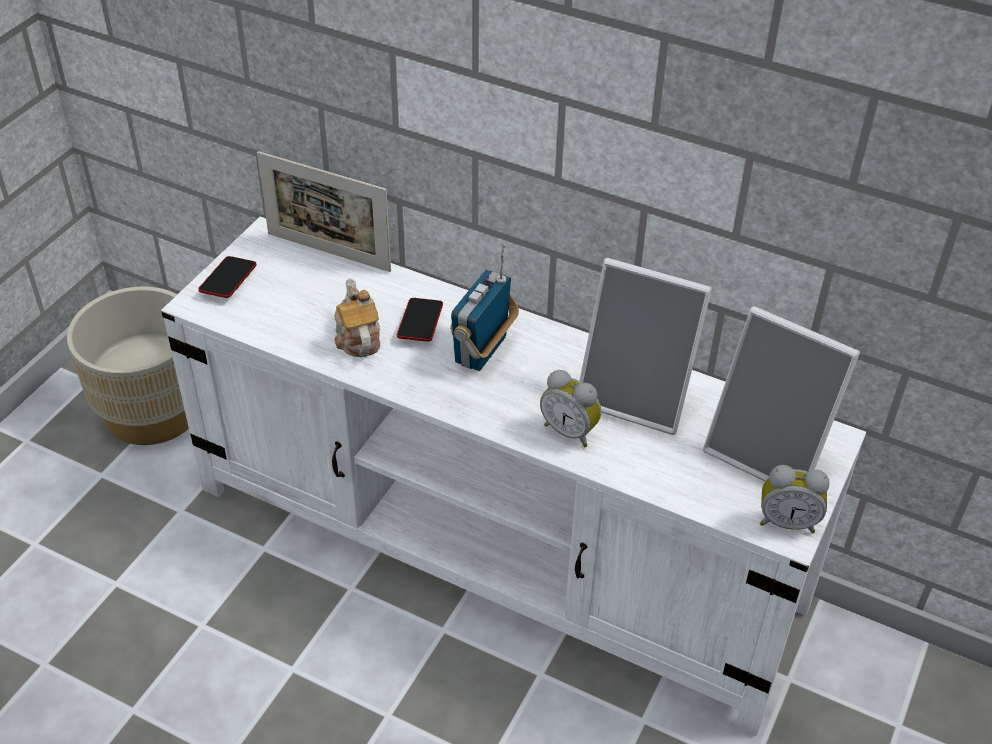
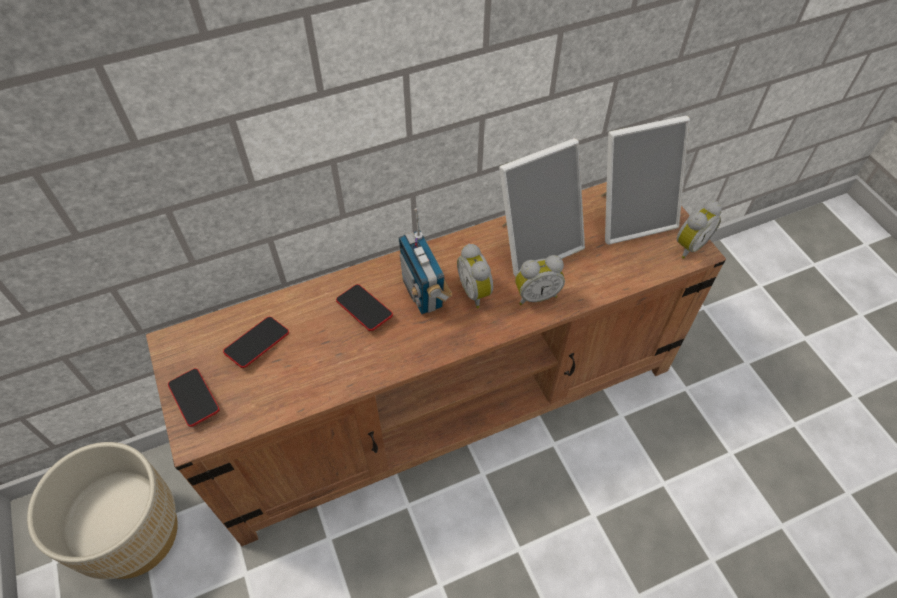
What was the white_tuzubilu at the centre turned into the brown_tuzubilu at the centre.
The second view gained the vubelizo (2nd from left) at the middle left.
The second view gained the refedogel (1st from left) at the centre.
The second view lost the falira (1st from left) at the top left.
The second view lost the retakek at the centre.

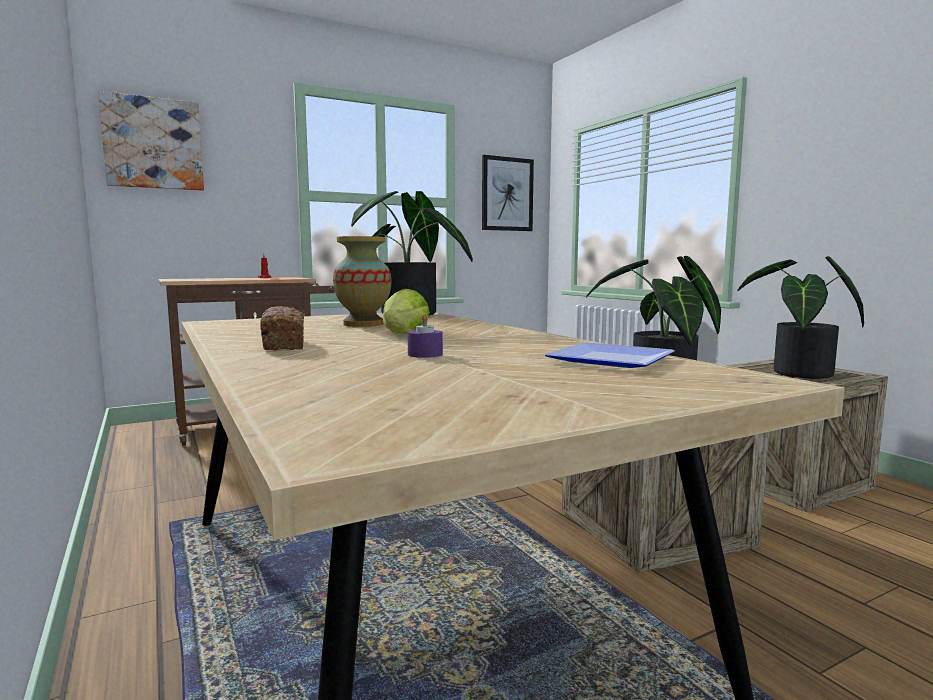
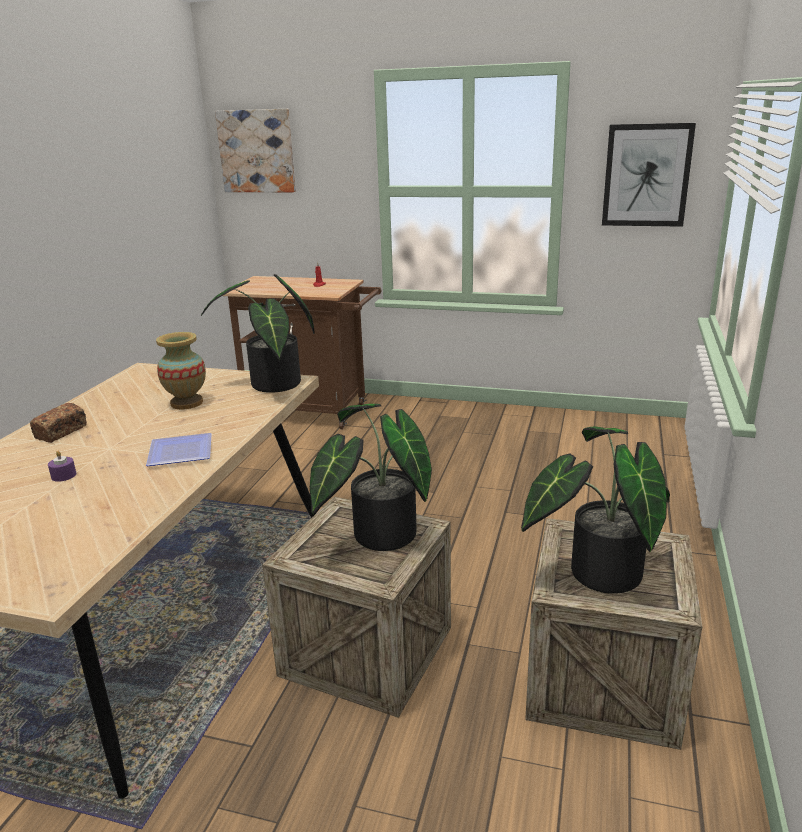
The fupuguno ended up elsewhere, having gone from the centre to the middle left.
The second view lost the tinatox at the centre.

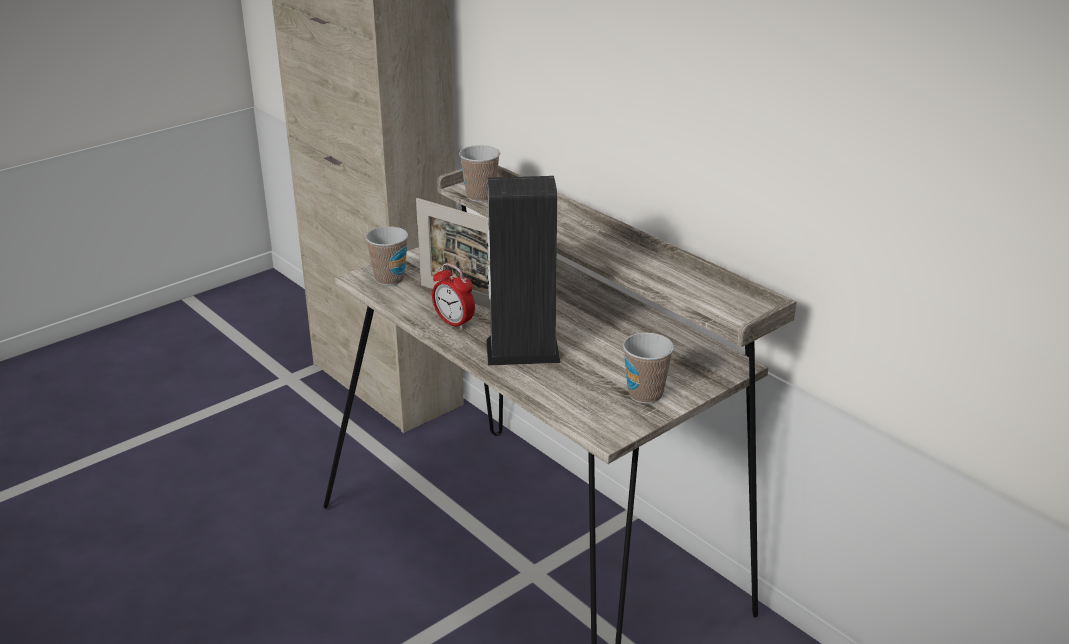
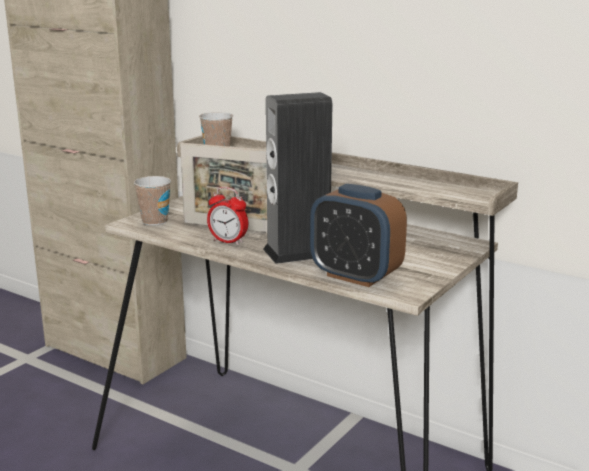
The second view gained the refedogel (2nd from left) at the centre.
The second view lost the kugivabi (3rd from left) at the centre.

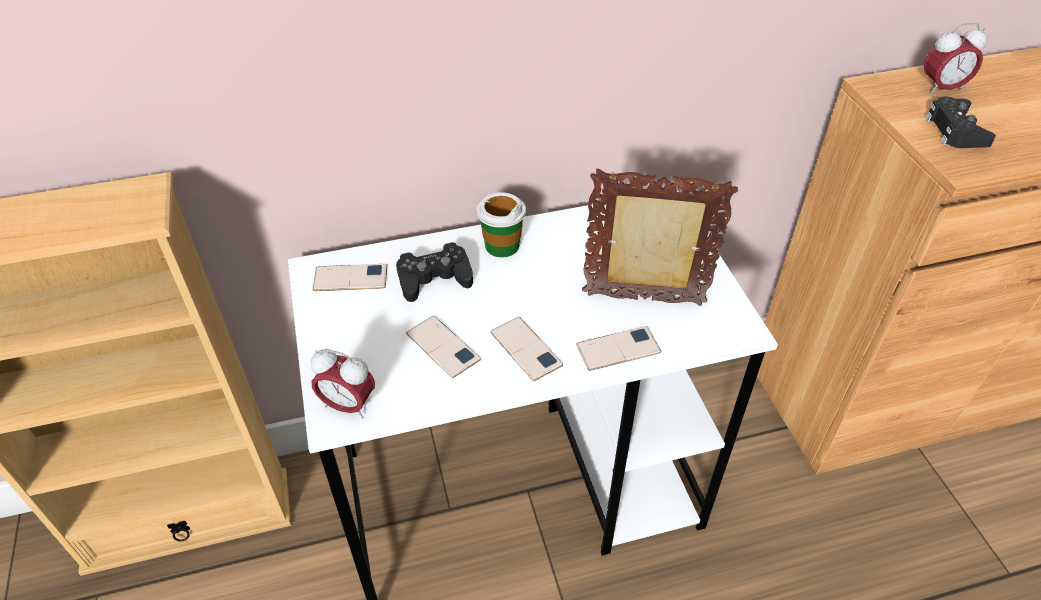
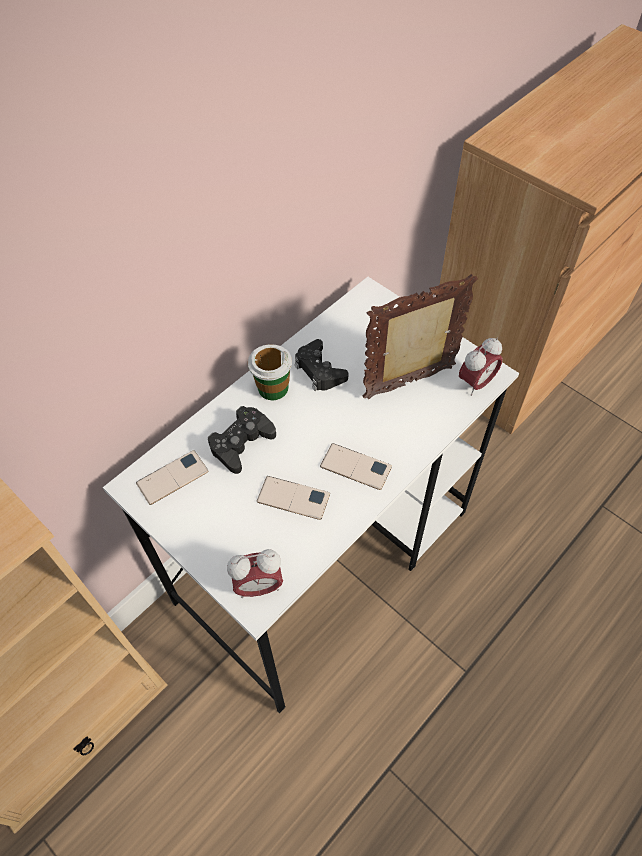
The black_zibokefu (2nd from left) ended up elsewhere, having gone from the top right to the centre.
The refedogel (2nd from left) ended up elsewhere, having gone from the top right to the middle right.
The second view lost the vubelizo (4th from left) at the centre.

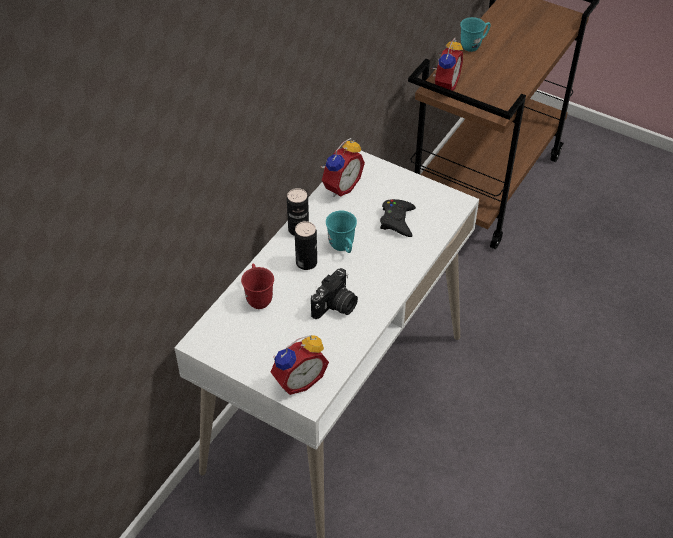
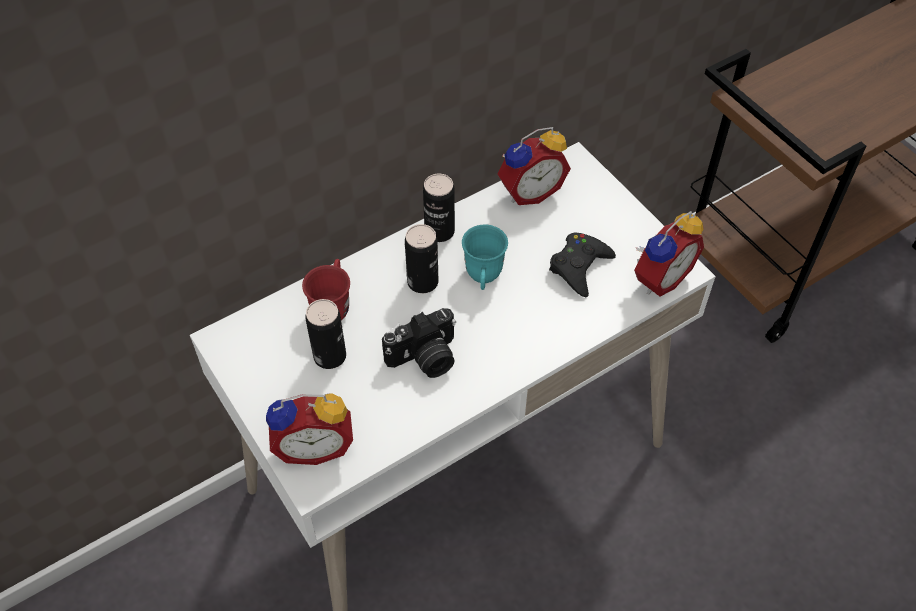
The second view gained the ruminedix (1st from left) at the centre.
The refedogel (3rd from left) ended up elsewhere, having gone from the top centre to the middle right.
The second view lost the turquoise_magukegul (2nd from left) at the top right.

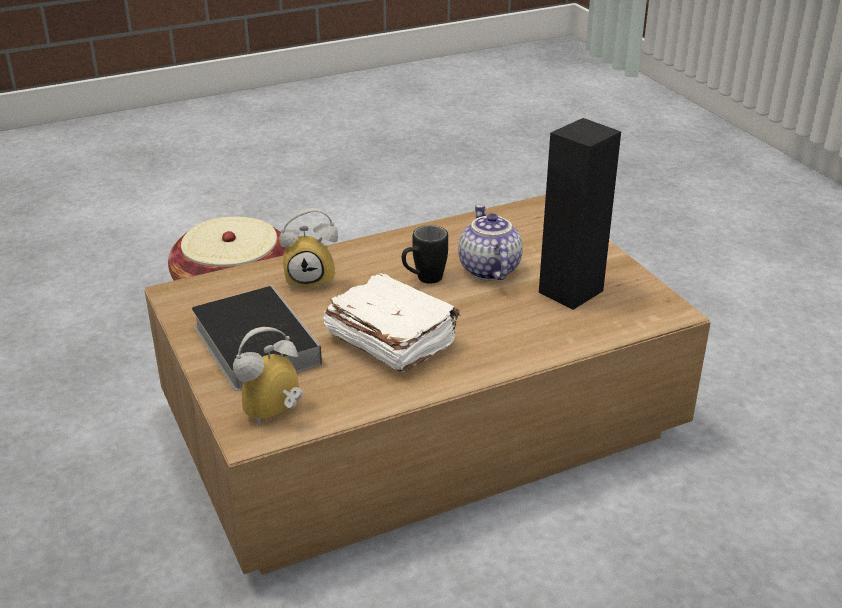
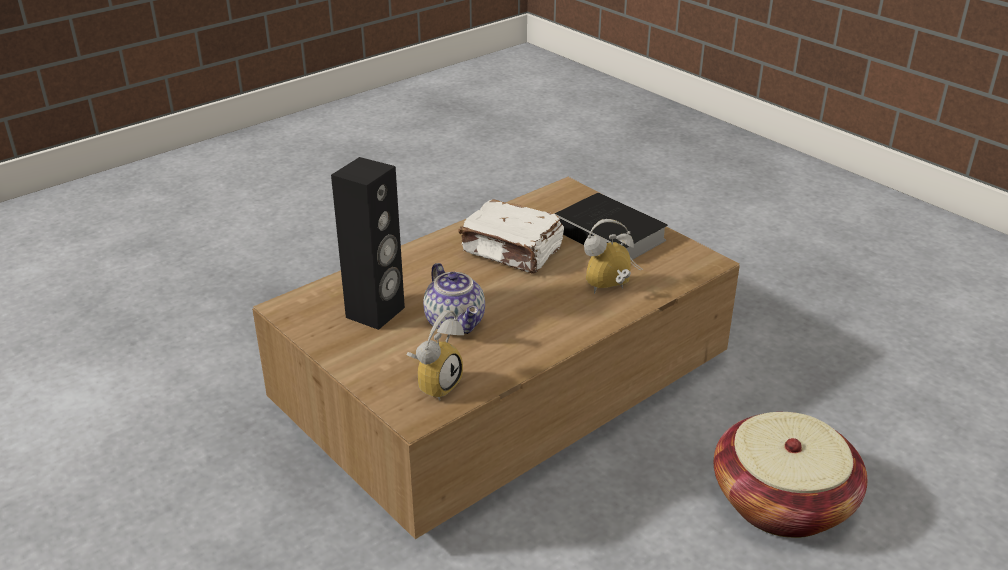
The refedogel (1st from left) ended up elsewhere, having gone from the middle left to the centre.
The second view lost the black_magukegul at the centre.

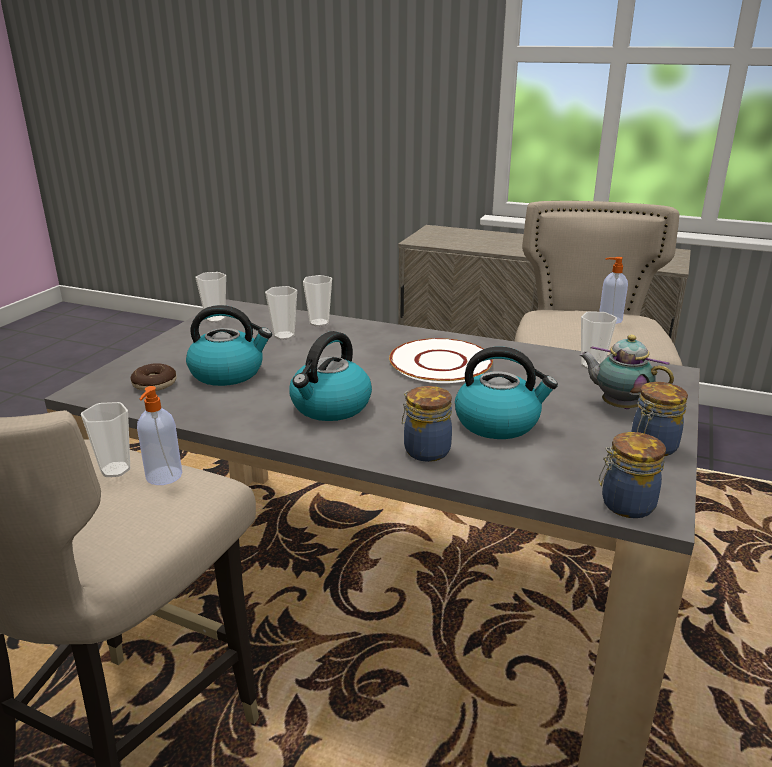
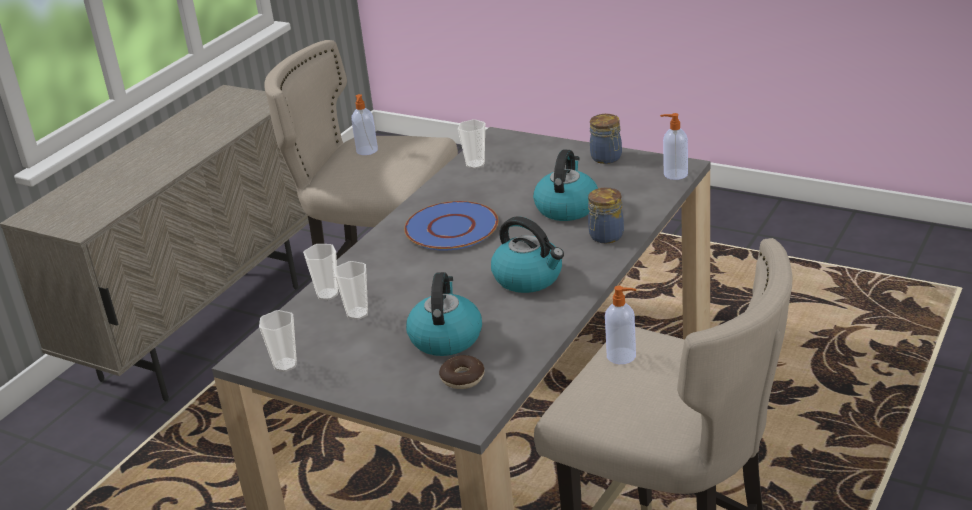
What was the white_fupuguno at the centre turned into the blue_fupuguno at the centre.
Where the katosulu (2nd from left) stood at the middle right, the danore (3rd from left) came to stand at the top right.
The second view lost the kugivabi (1st from left) at the middle left.
The second view lost the retakek at the middle right.

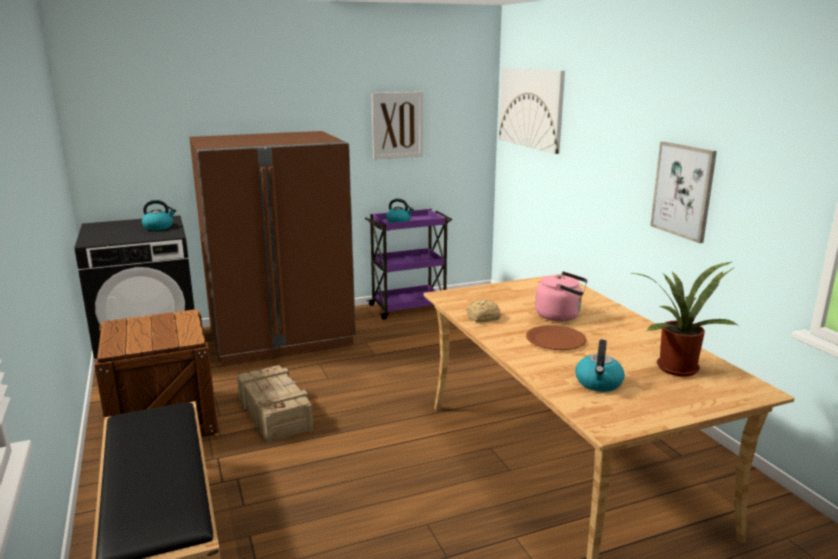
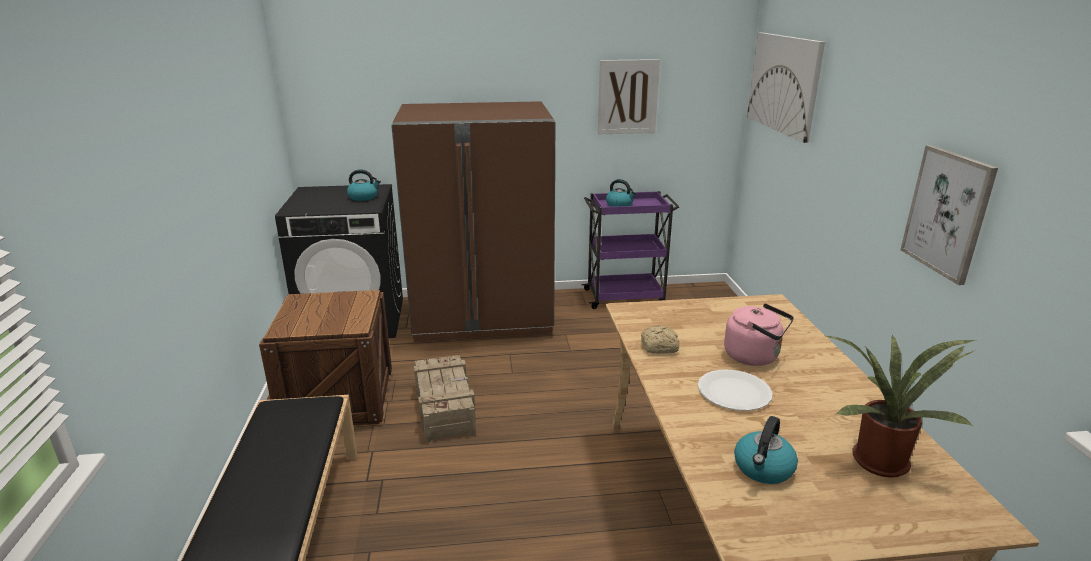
What was the brown_fupuguno at the centre turned into the white_fupuguno at the bottom right.

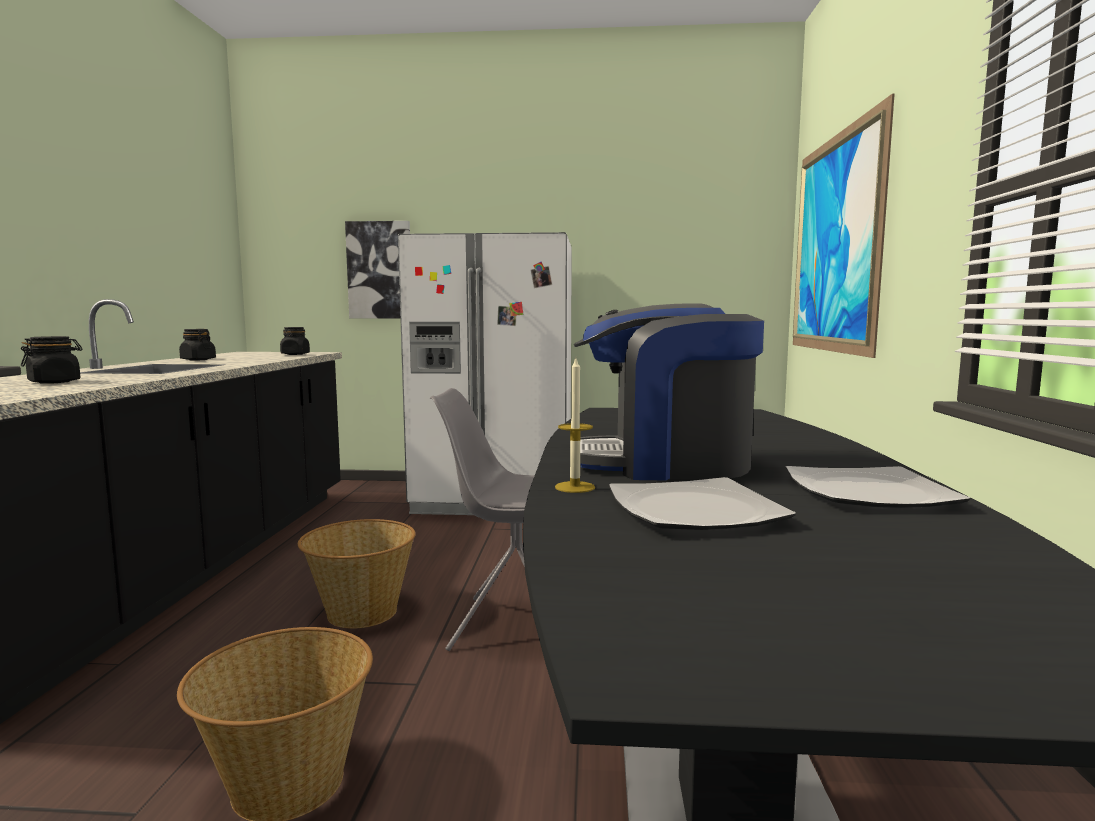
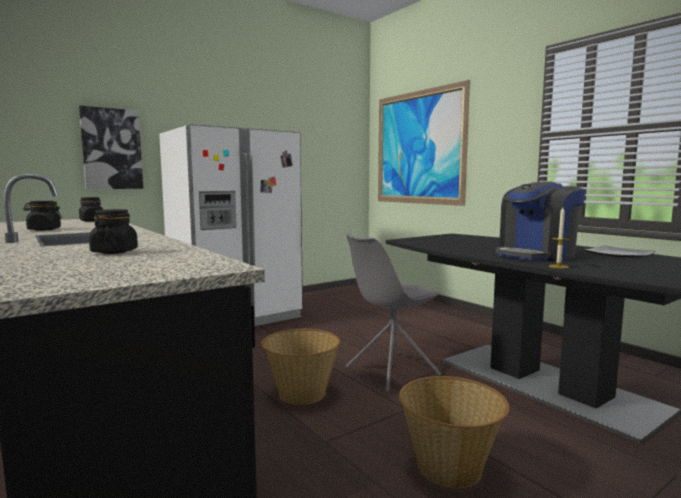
The second view lost the fupuguno (1st from left) at the centre.

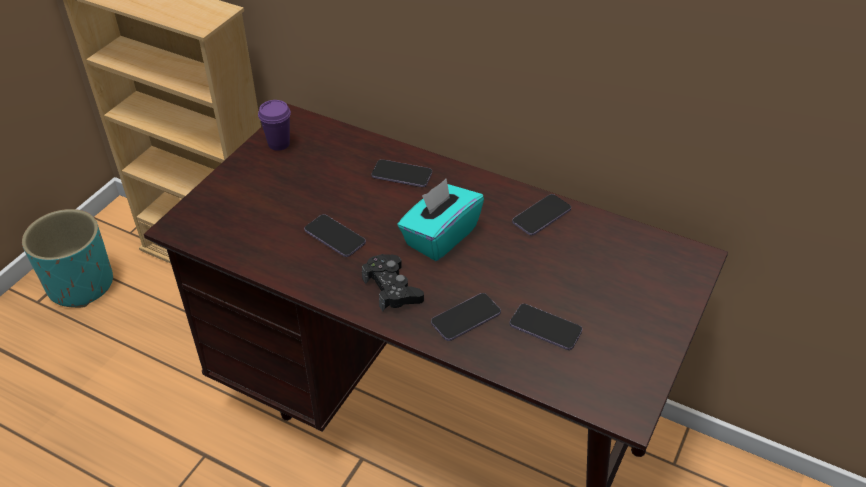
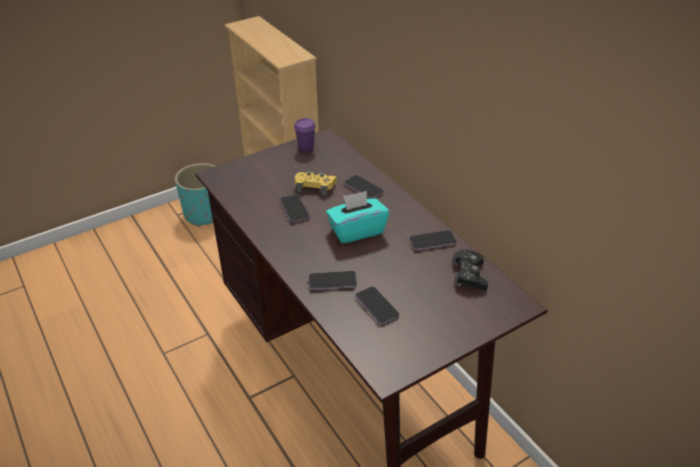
The second view gained the yellow_zibokefu at the centre.
The black_zibokefu ended up elsewhere, having gone from the centre to the middle right.

